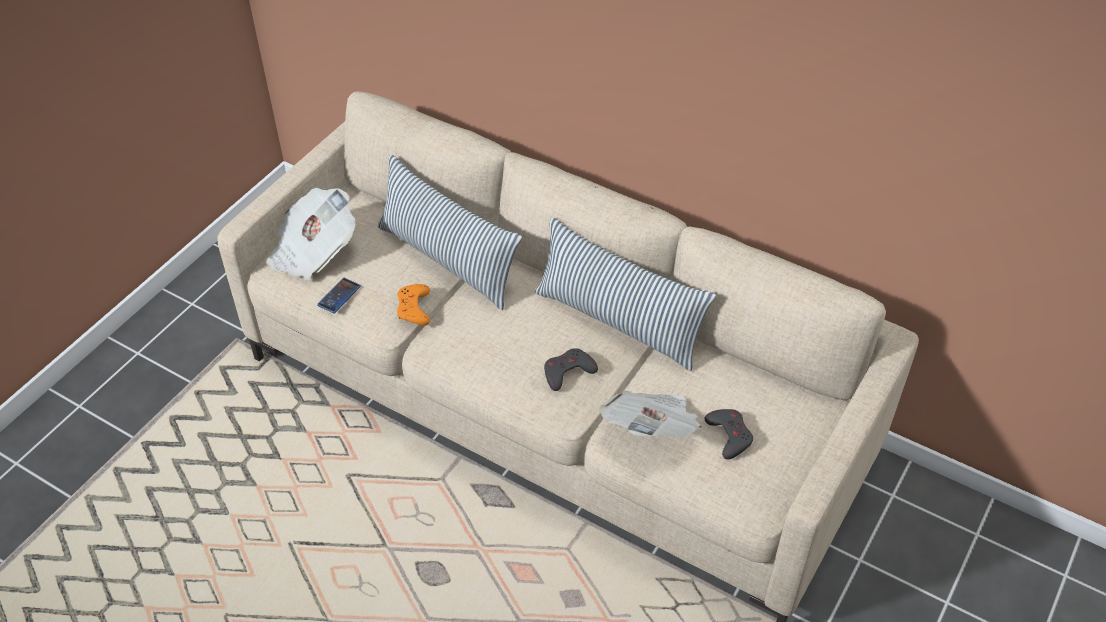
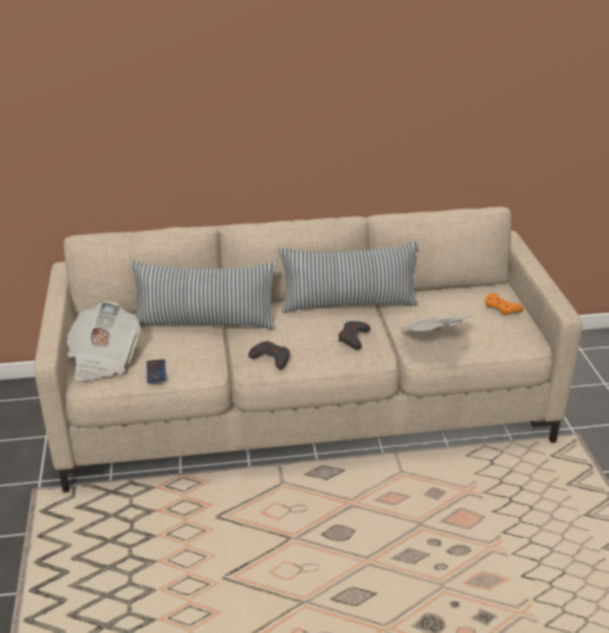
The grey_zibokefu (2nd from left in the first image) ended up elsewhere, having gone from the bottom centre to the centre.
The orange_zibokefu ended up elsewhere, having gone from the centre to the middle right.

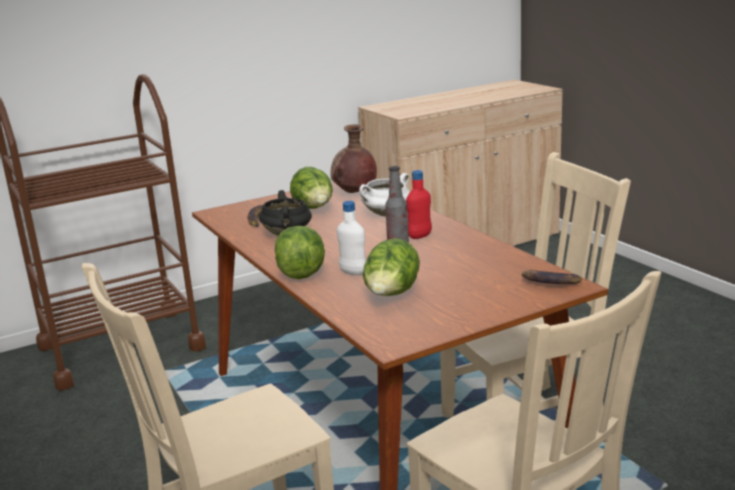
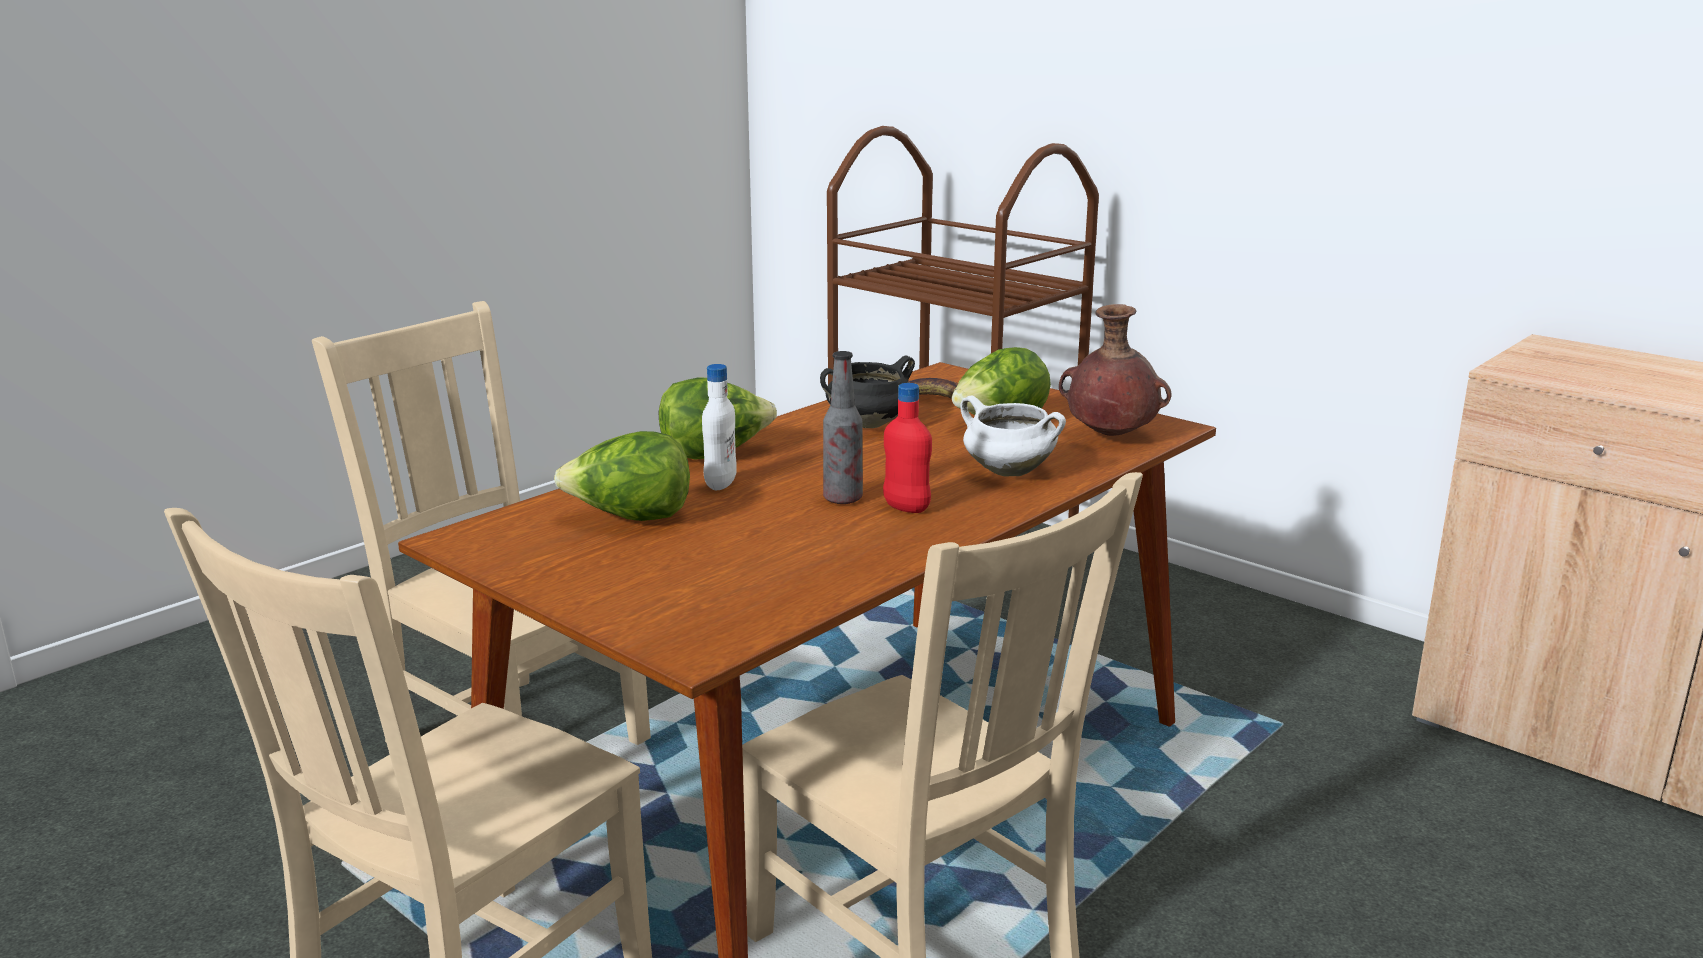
The second view lost the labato (2nd from left) at the middle right.

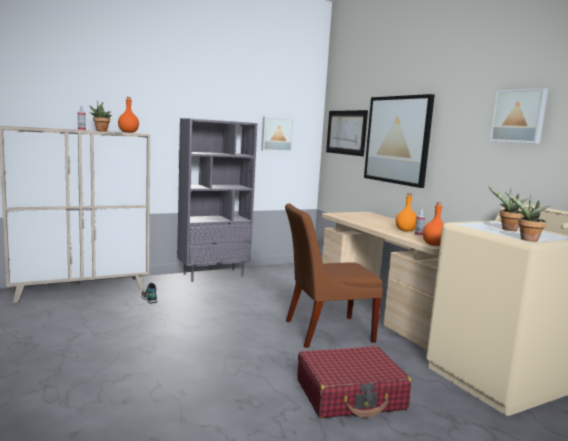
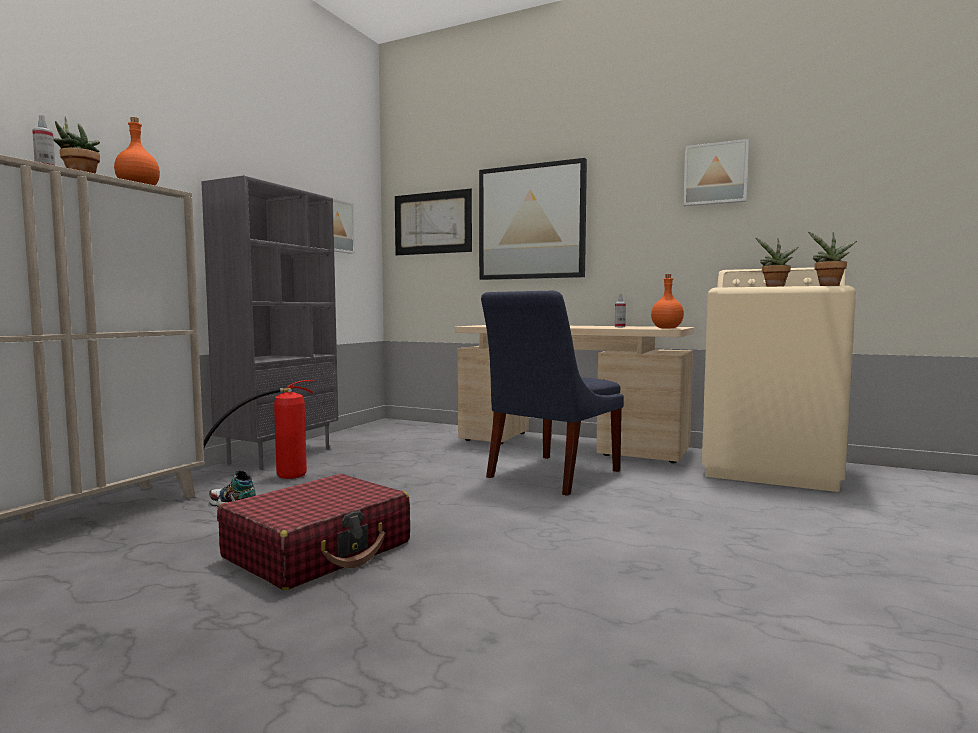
The second view gained the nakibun at the middle left.
The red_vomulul ended up elsewhere, having gone from the bottom centre to the bottom left.
What was the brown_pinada at the centre turned into the blue_pinada at the centre.
The second view lost the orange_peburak (2nd from left) at the middle right.

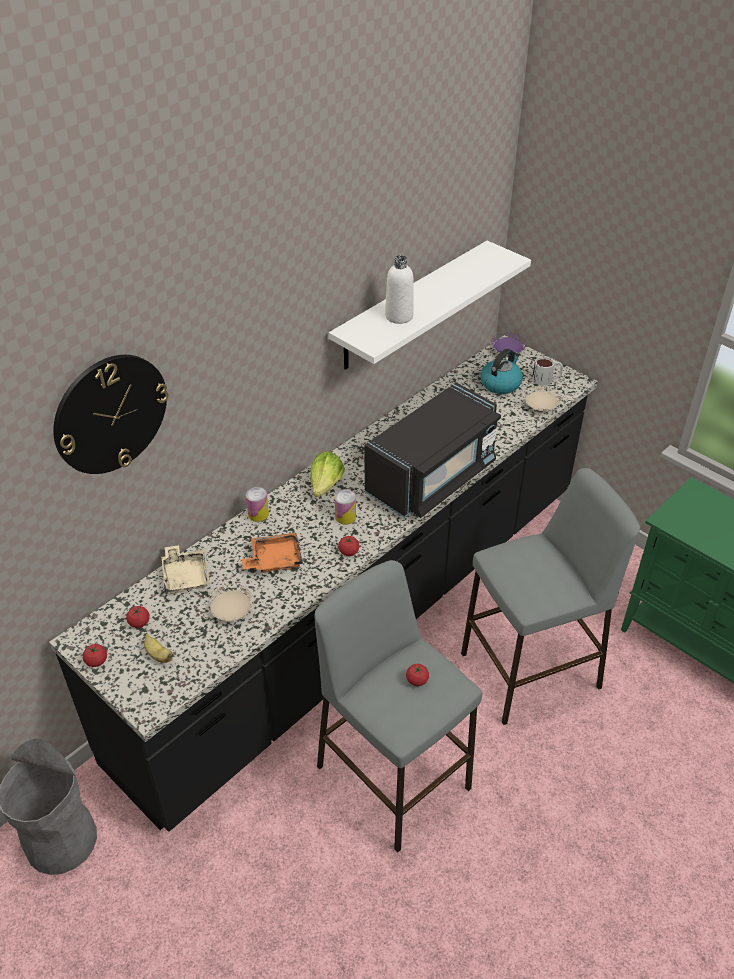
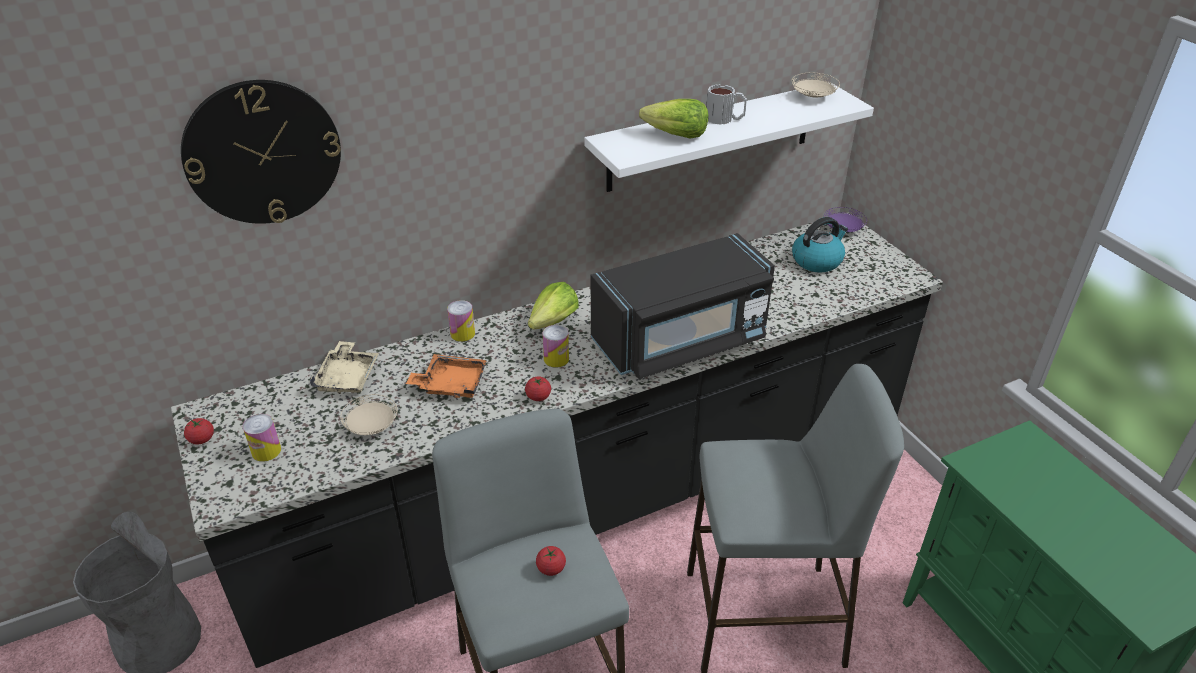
Where the labato stood at the middle left, the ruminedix (1st from left) came to stand at the middle left.
Where the white_peburak stood at the top centre, the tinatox (2nd from left) came to stand at the top centre.
The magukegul ended up elsewhere, having gone from the middle right to the top centre.
The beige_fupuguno (2nd from left) ended up elsewhere, having gone from the middle right to the top right.
The second view lost the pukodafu (2nd from left) at the middle left.

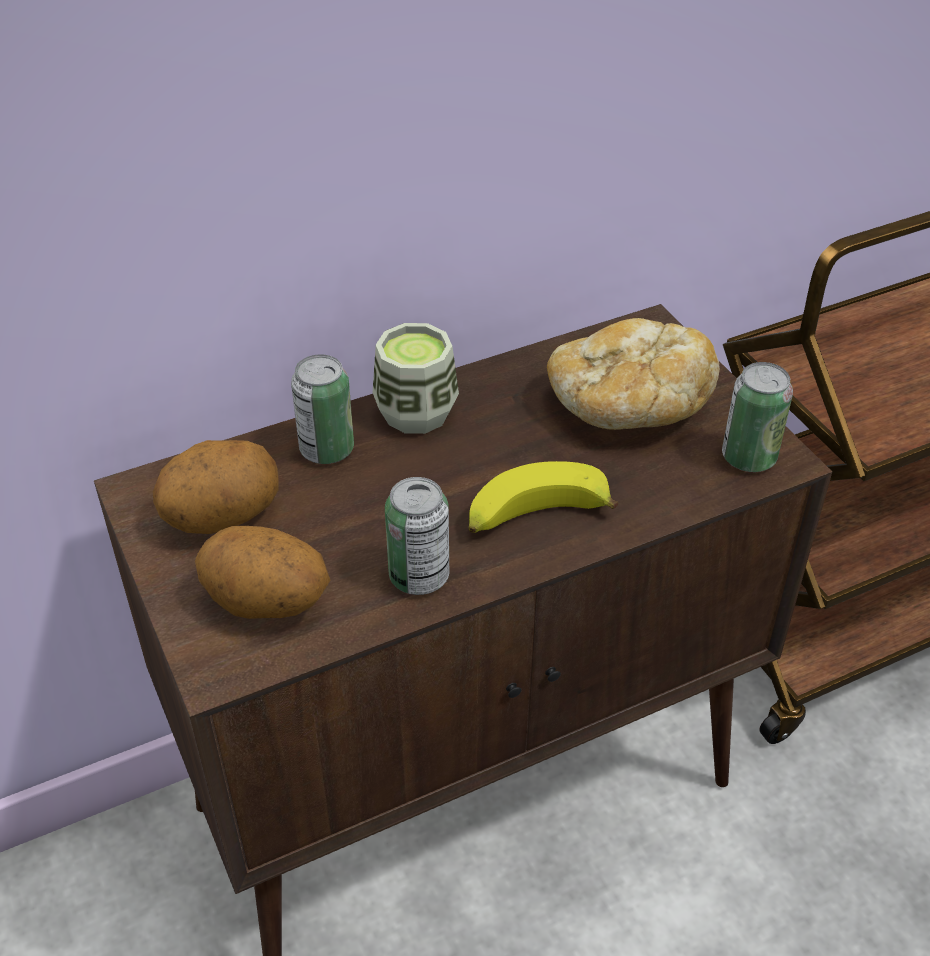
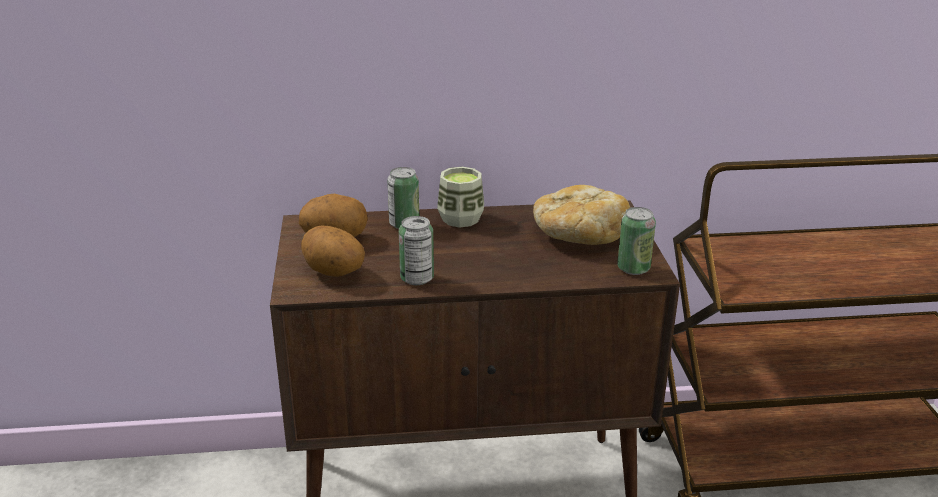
The second view lost the labato at the centre.

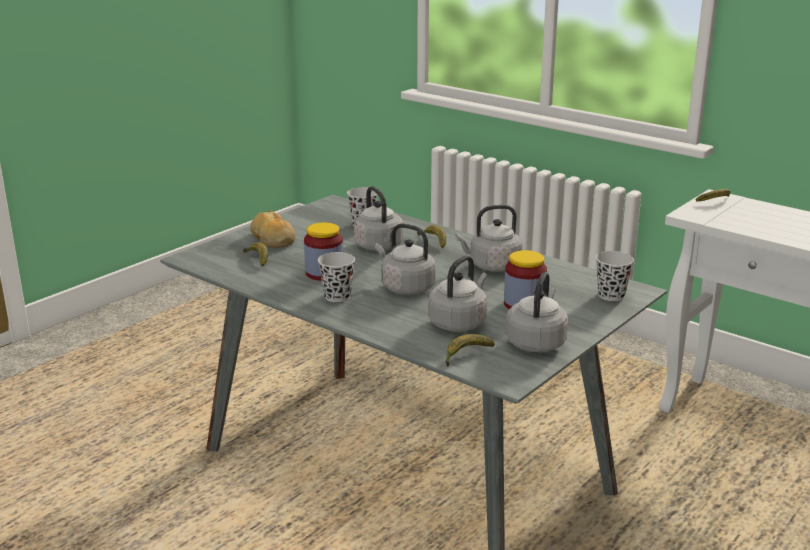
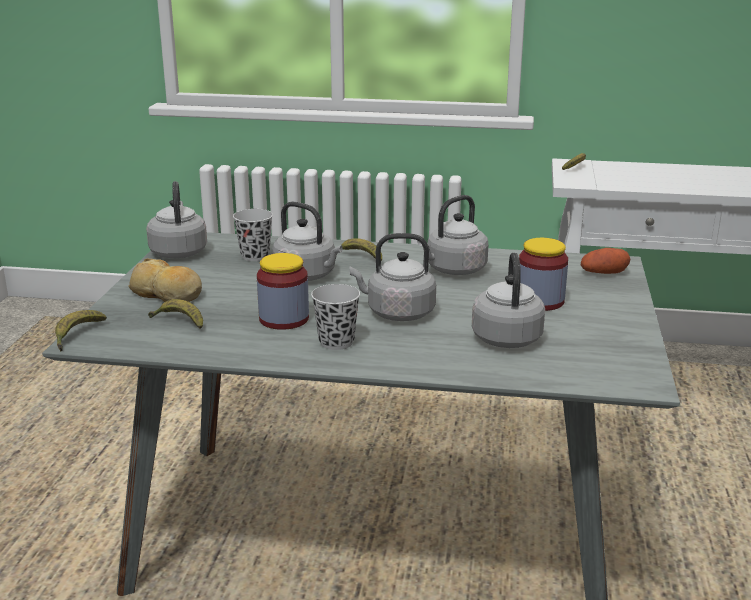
The labato (3rd from left in the first image) ended up elsewhere, having gone from the centre to the middle left.
The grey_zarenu (5th from left in the first image) ended up elsewhere, having gone from the centre to the middle left.
Where the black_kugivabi (3rd from left) stood at the middle right, the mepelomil came to stand at the middle right.

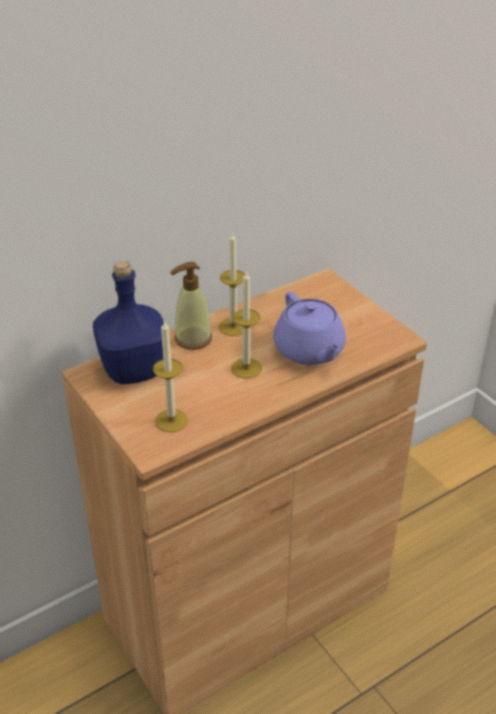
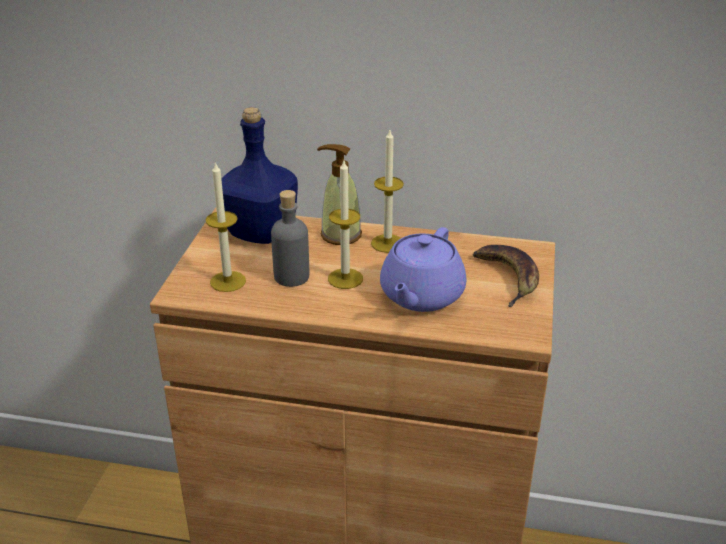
The second view gained the grey_peburak at the centre.
The second view gained the labato at the middle right.

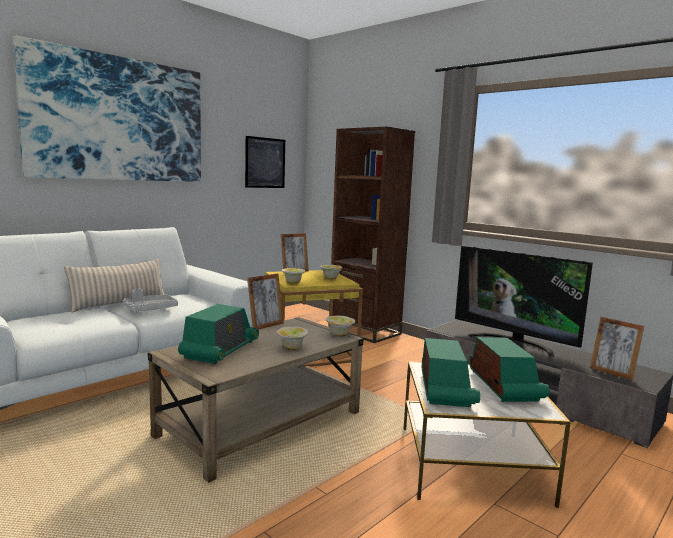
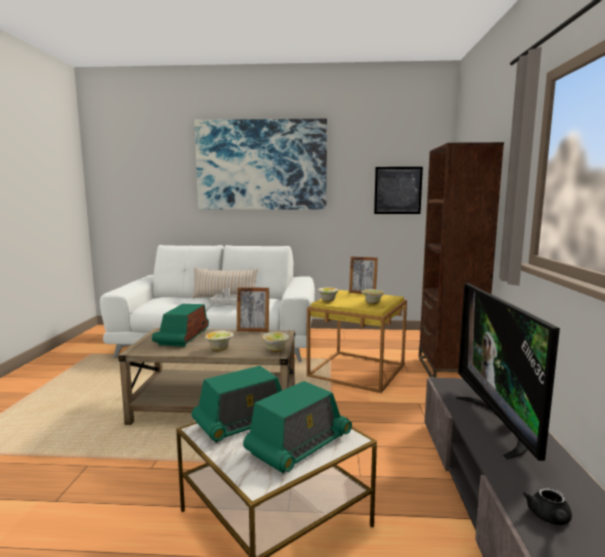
The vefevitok (1st from left) at the middle left ended up facing another way, 120 degrees clockwise from before.
Where the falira (3rd from left) stood at the middle right, the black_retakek came to stand at the bottom right.

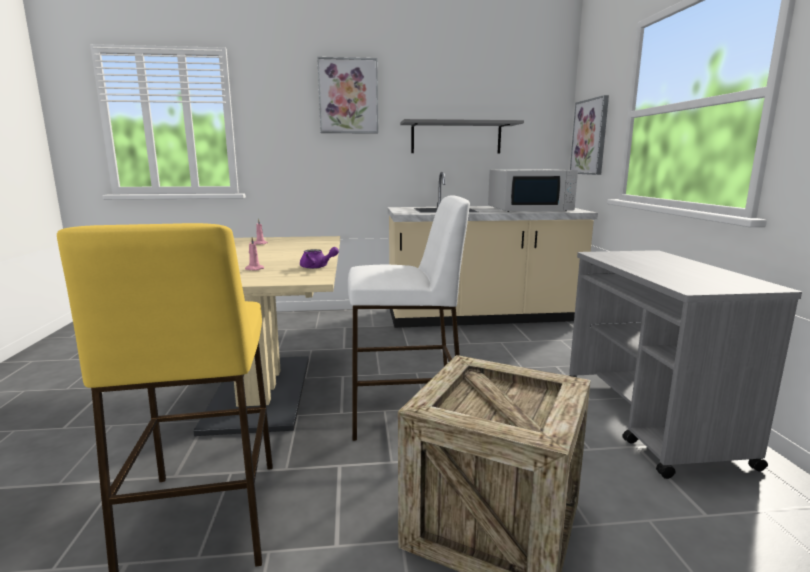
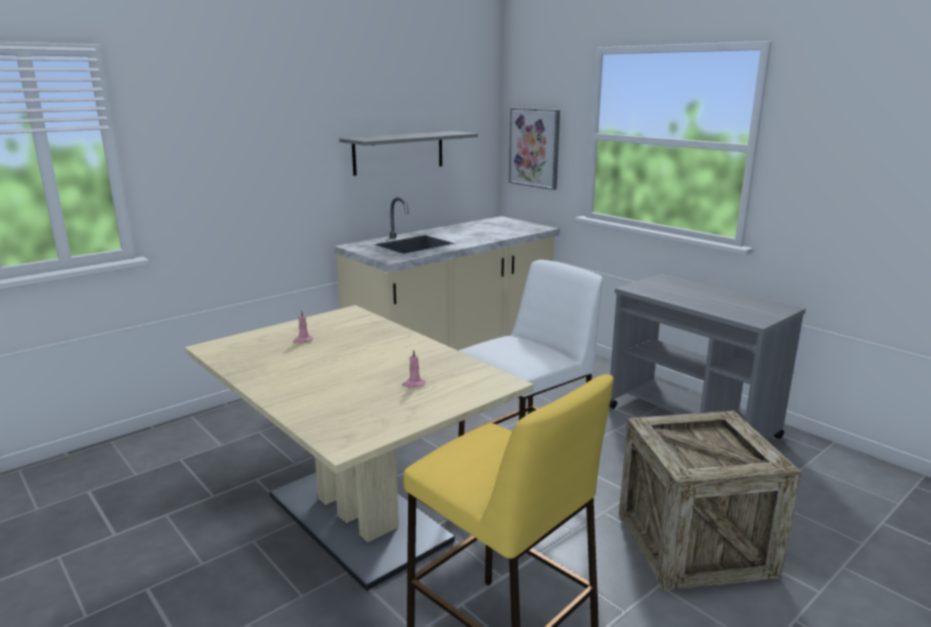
The second view lost the purple_retakek at the centre.
The second view lost the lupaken (1st from left) at the top centre.
The second view lost the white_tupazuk at the top centre.

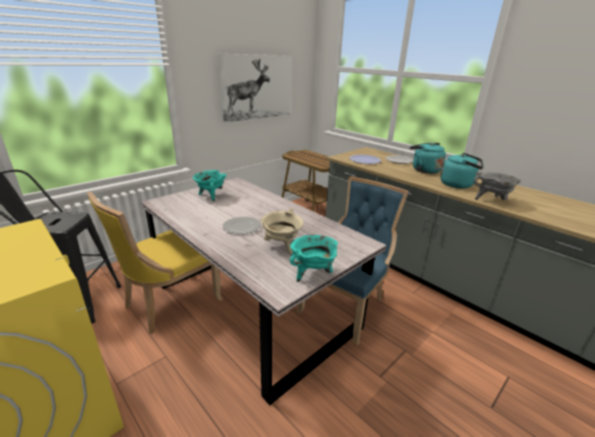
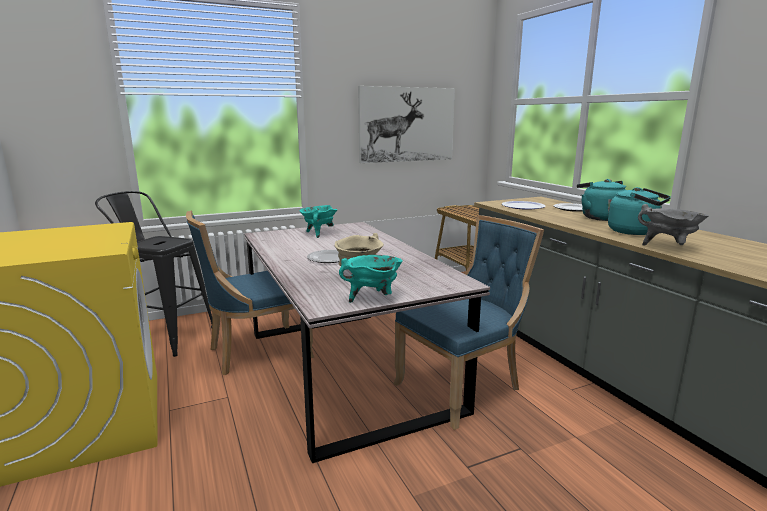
What was the yellow_pinada at the middle left turned into the blue_pinada (1st from left) at the middle left.

